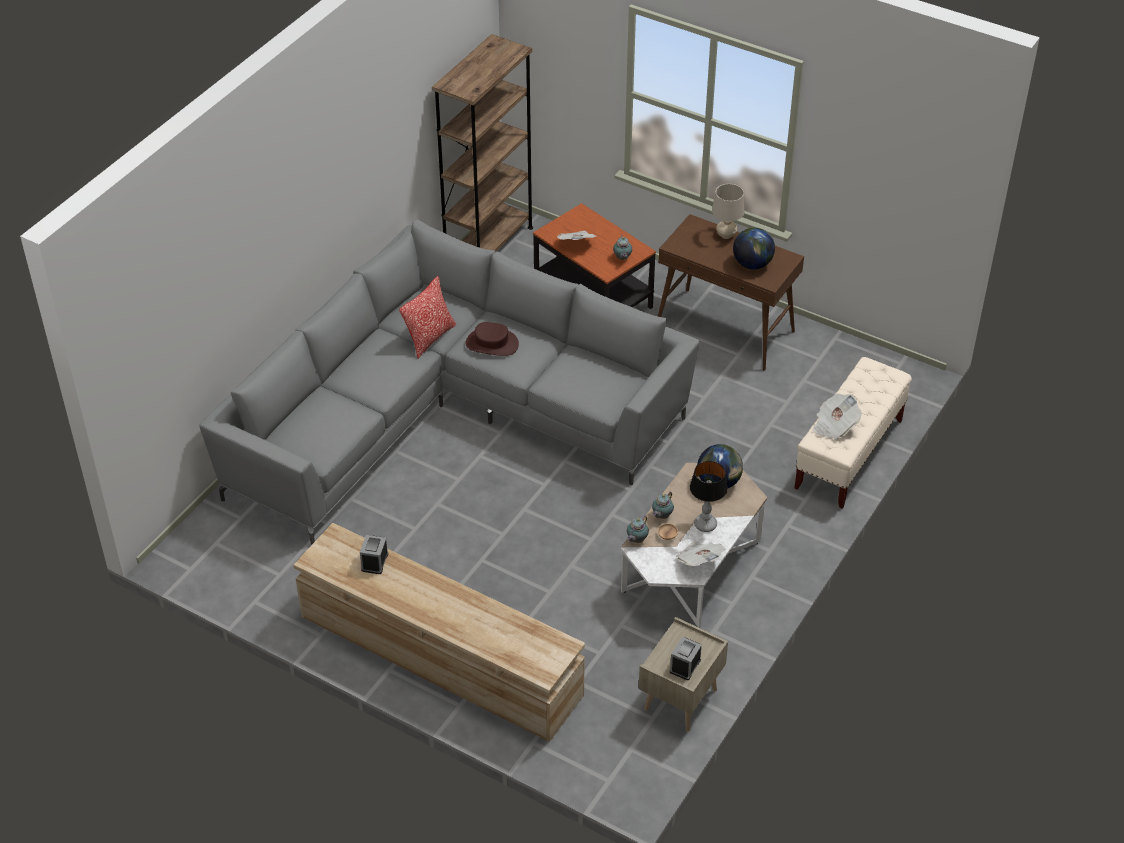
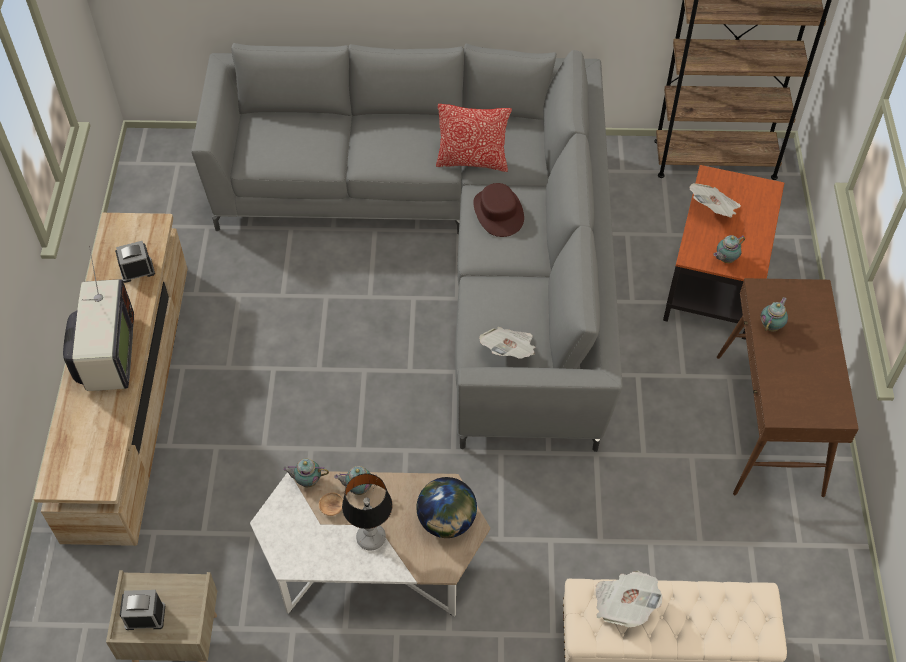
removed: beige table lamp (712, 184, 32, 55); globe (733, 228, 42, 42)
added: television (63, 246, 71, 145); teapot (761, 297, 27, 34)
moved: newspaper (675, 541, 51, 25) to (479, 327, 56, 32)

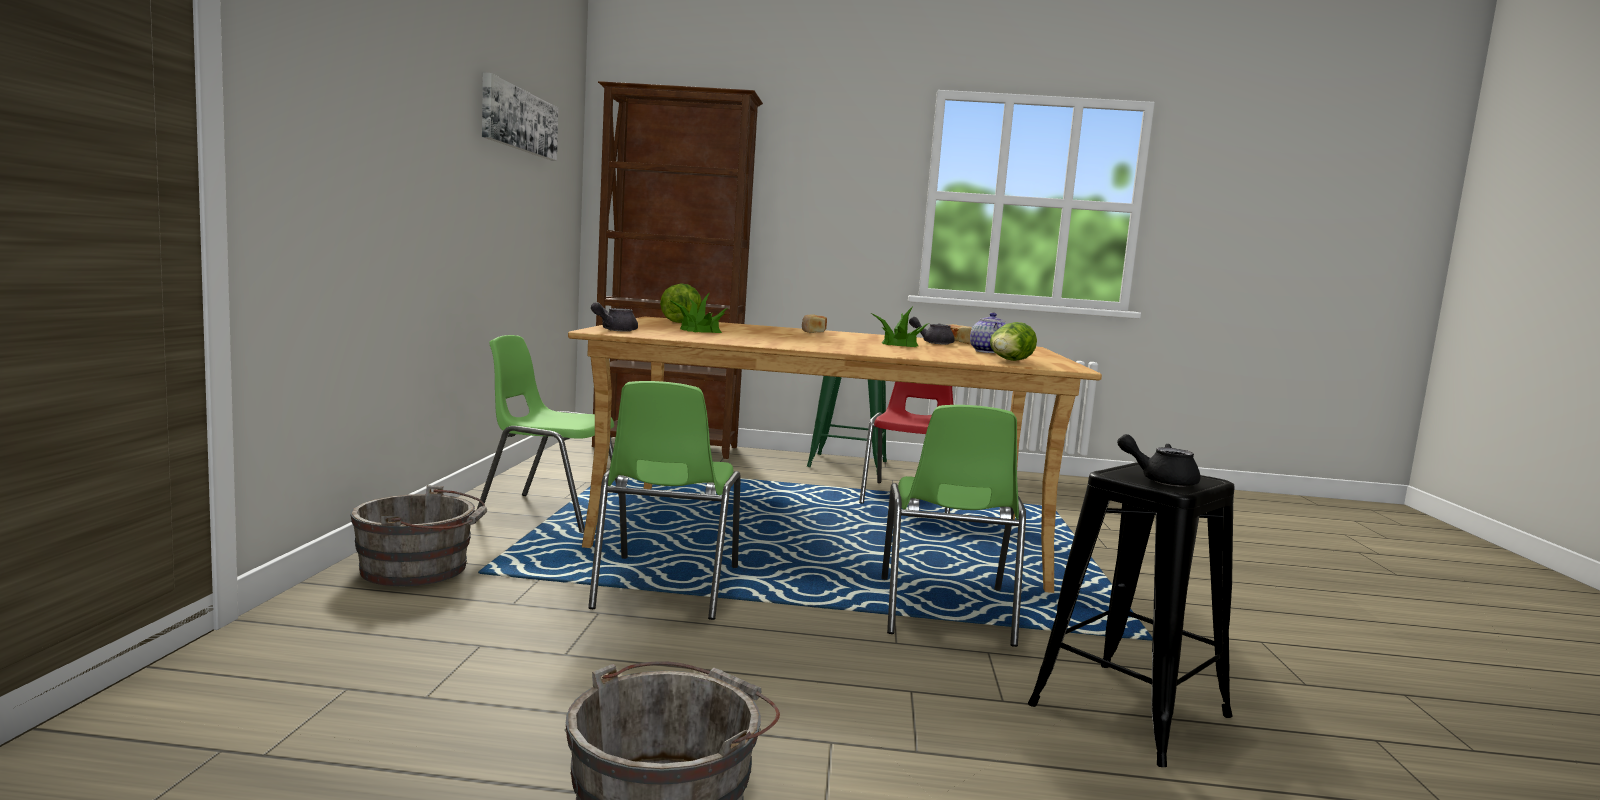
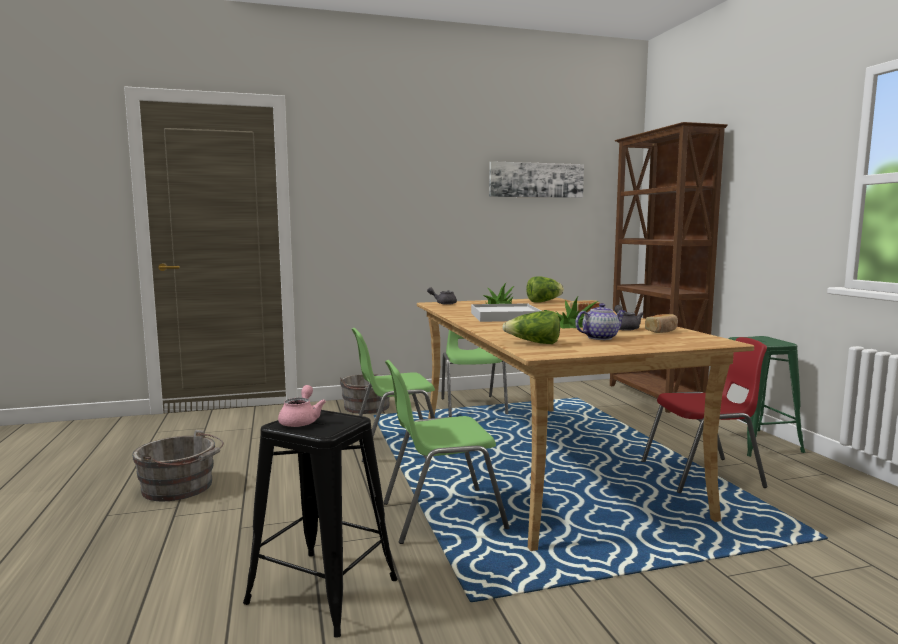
added: white tray (471, 303, 70, 19)
recoloured: black teapot (1117, 434, 83, 53) to pink teapot (278, 385, 48, 42)

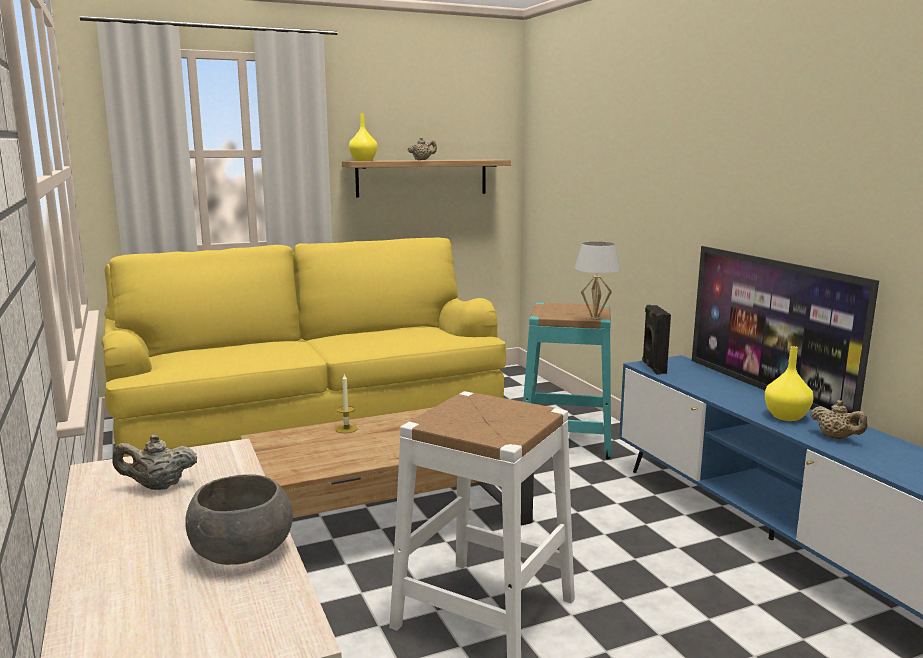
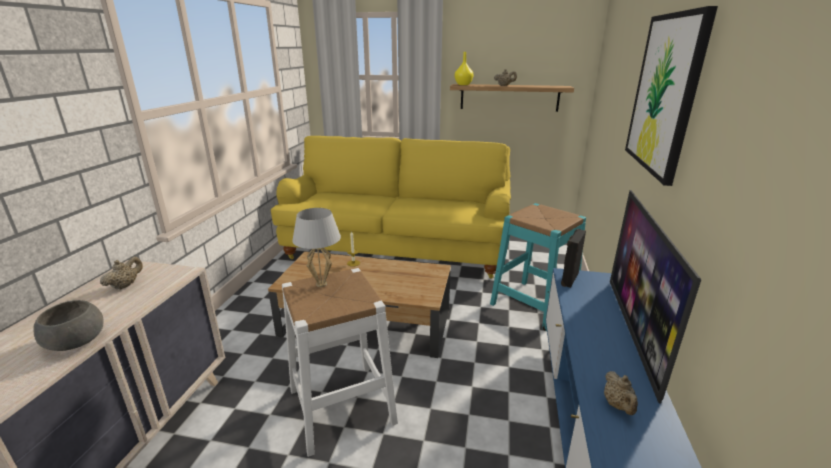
removed: yellow vase (765, 346, 48, 75)
added: picture (625, 6, 93, 180)
moved: white table lamp (574, 242, 46, 78) to (292, 208, 49, 79)
turned: beige teapot (112, 435, 85, 55) = (100, 257, 43, 33) 90 degrees clockwise

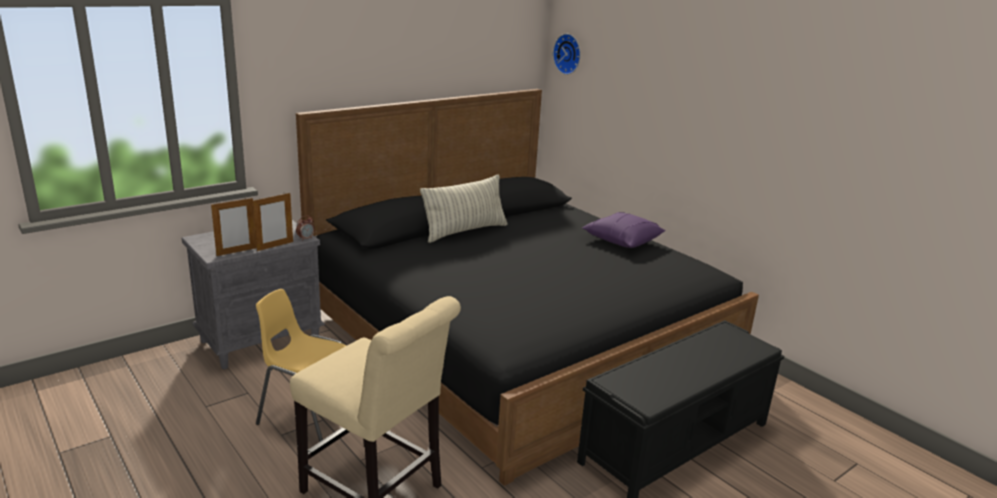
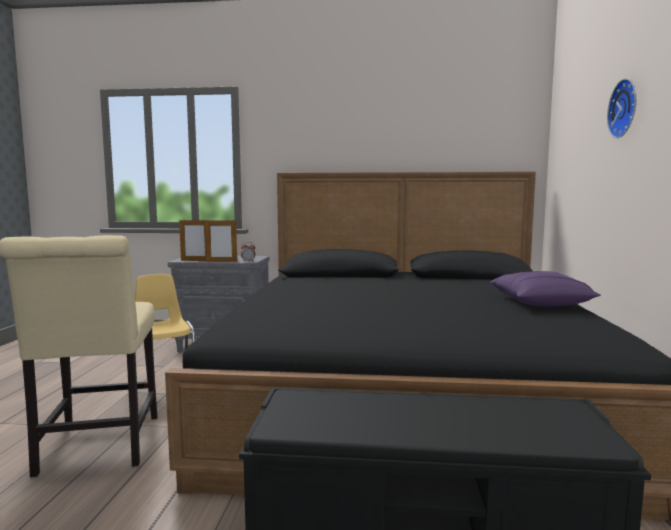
removed: pillow (420, 174, 88, 69)
moved: wall clock (553, 34, 28, 41) to (607, 78, 29, 60)

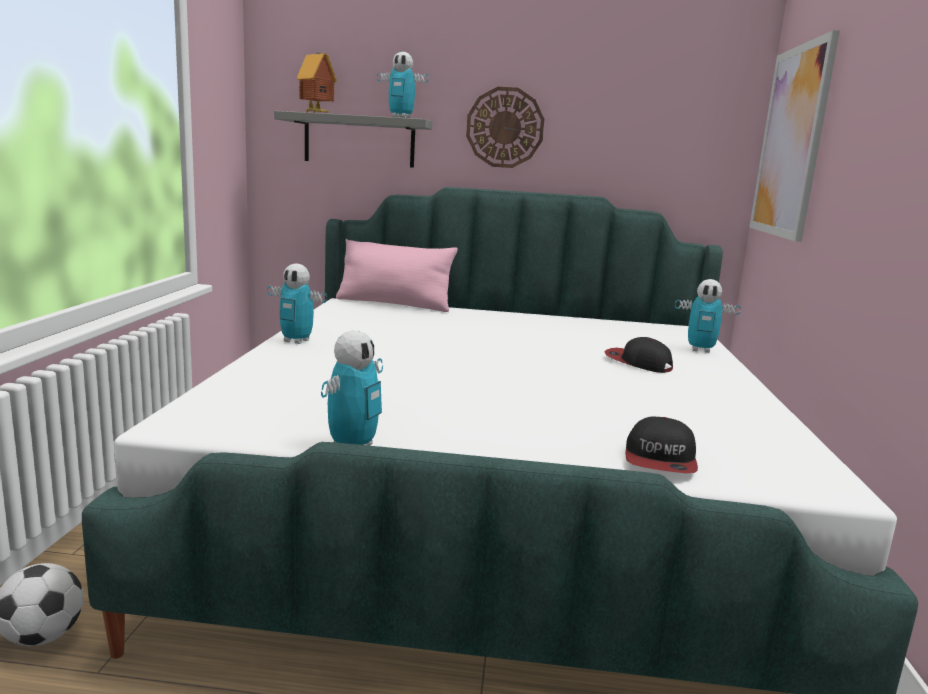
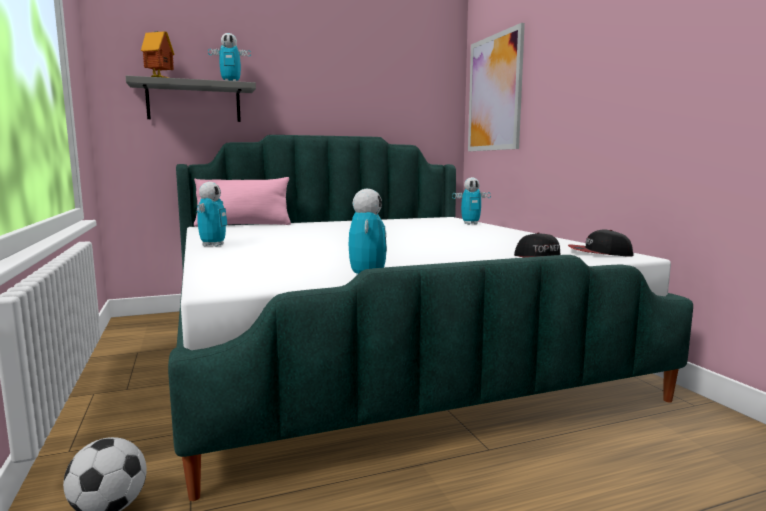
removed: wall clock (466, 87, 78, 81)
moved: cap (605, 337, 68, 36) to (568, 230, 66, 27)
turned: toy robot (267, 263, 60, 81) = (197, 182, 30, 65) 75 degrees counterclockwise

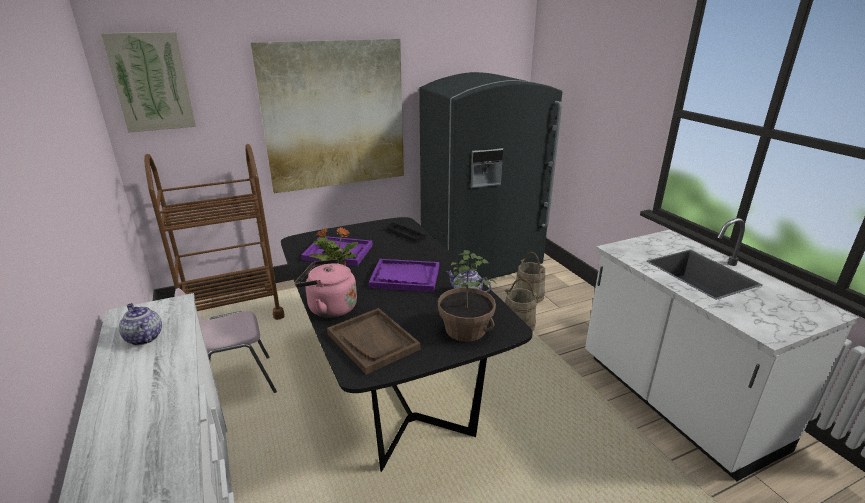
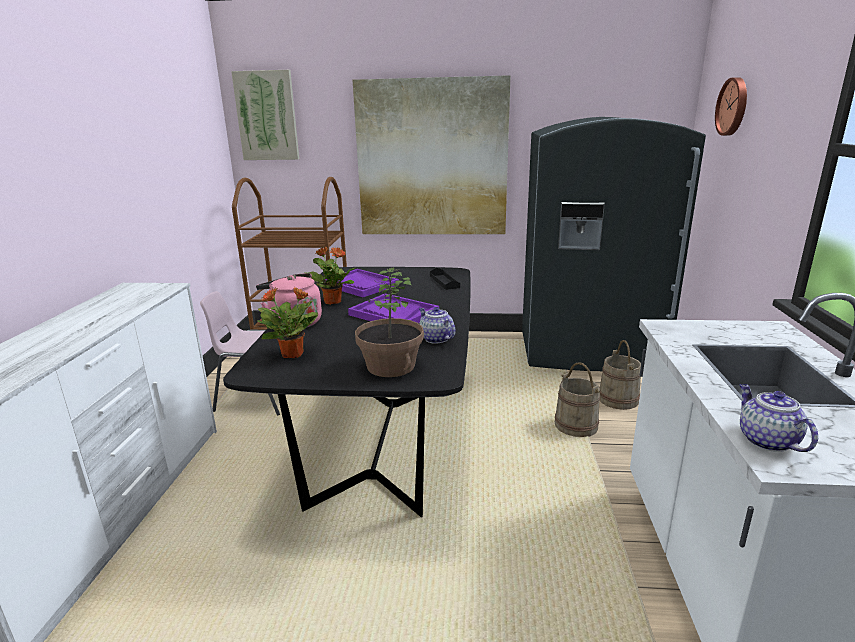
added: wall clock (715, 77, 32, 59)
moved: teapot (119, 303, 43, 43) to (739, 384, 79, 68)
replaced: brown tray (327, 308, 94, 67) to potted plant (257, 287, 61, 71)

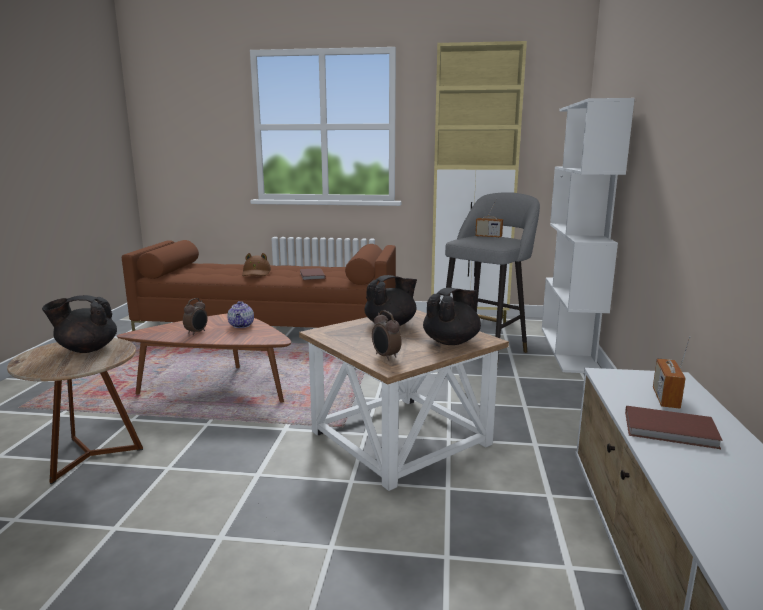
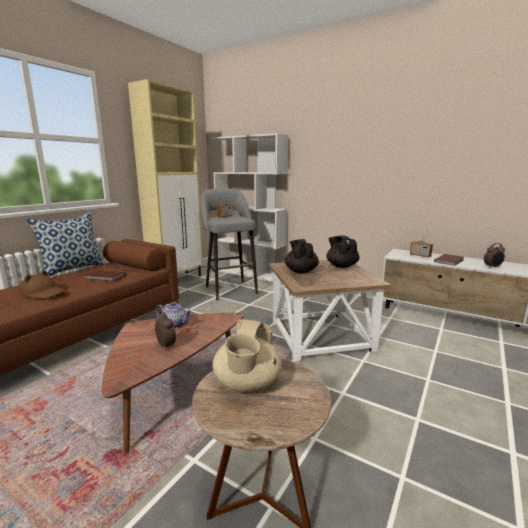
added: pillow (26, 212, 80, 65)
moved: alarm clock (372, 310, 30, 51) to (484, 243, 21, 25)
recoloured: black teapot (42, 295, 75, 58) to beige teapot (213, 319, 69, 73)

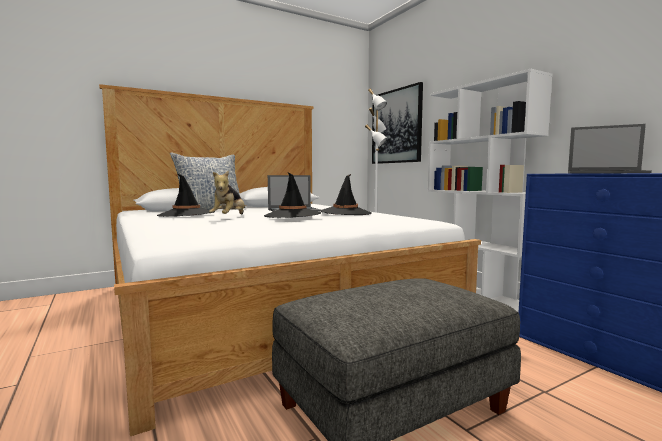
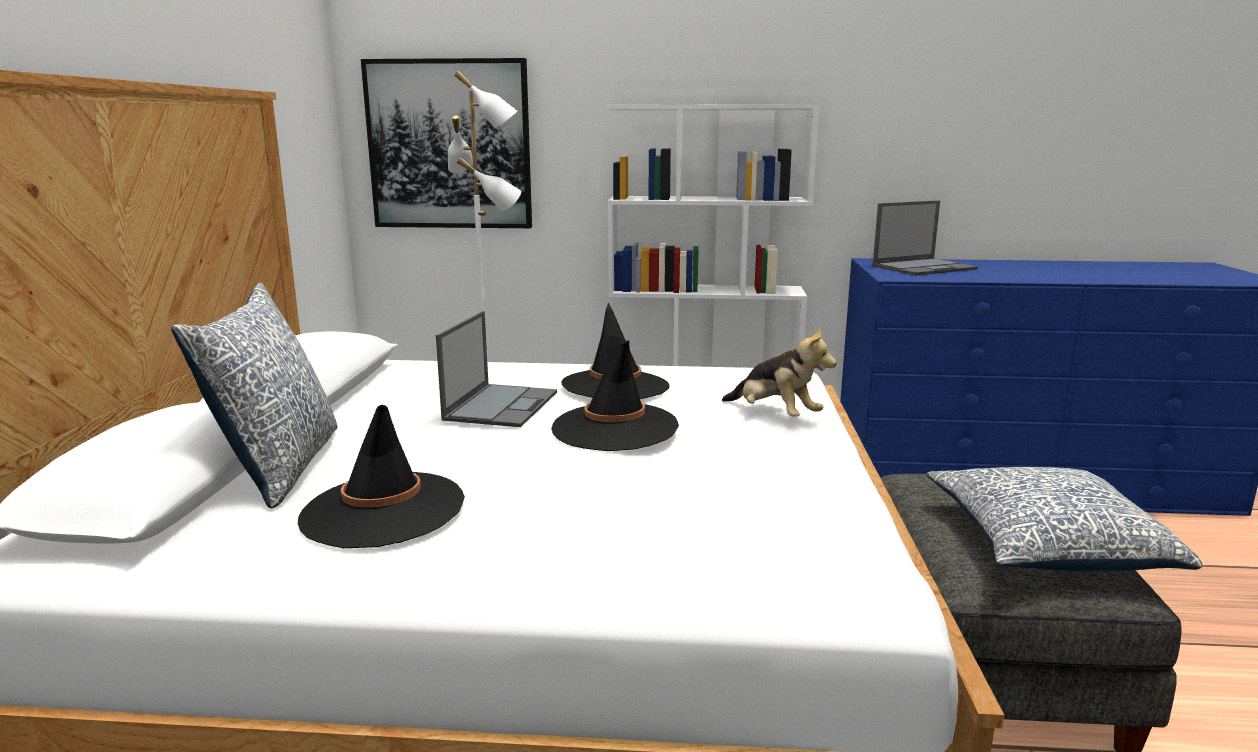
added: pillow (927, 467, 275, 104)
moved: plush toy (209, 171, 36, 44) to (722, 327, 115, 90)

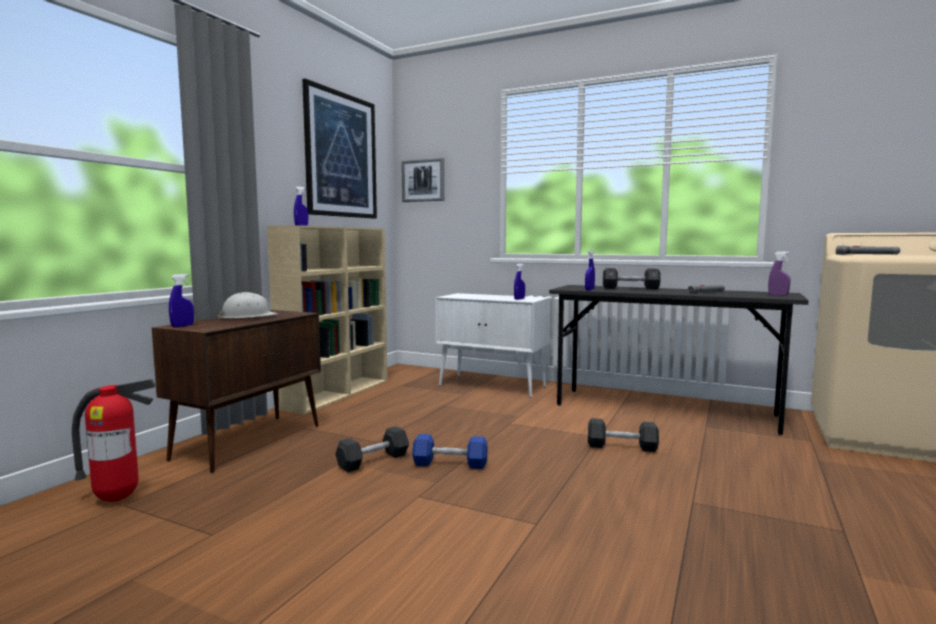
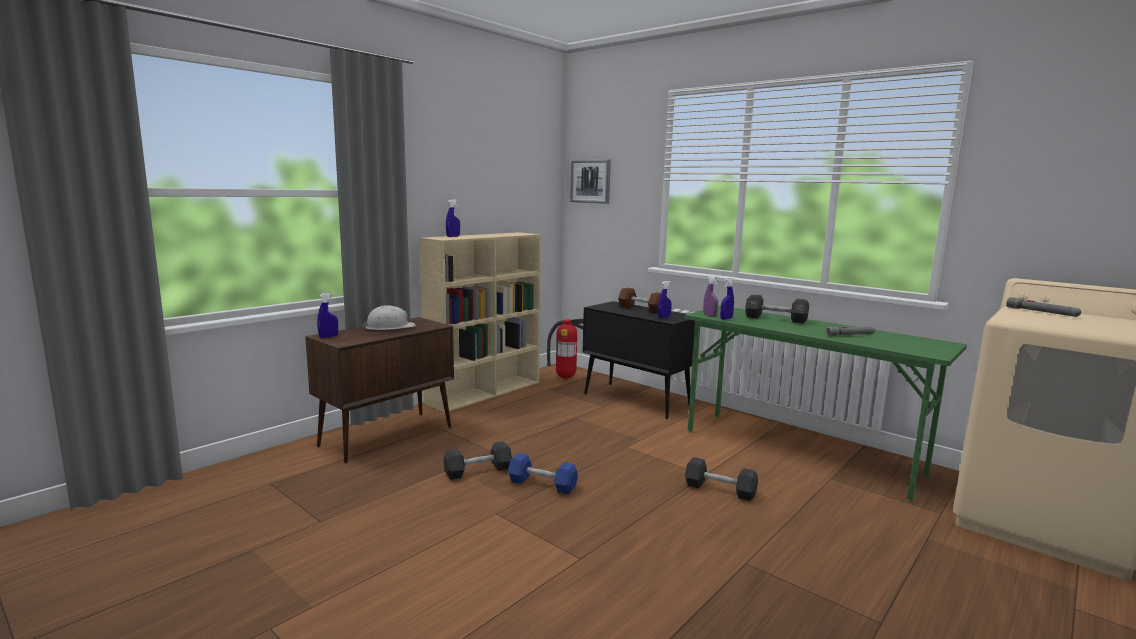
removed: picture (302, 79, 75, 140)
added: brown dumbbell (618, 288, 43, 25)
moved: fire extinguisher (72, 379, 85, 123) to (547, 319, 36, 60); purple spray bottle (768, 252, 23, 44) to (703, 275, 15, 42)
recoloured: white cabinet (435, 293, 115, 105) to black cabinet (582, 301, 113, 118); grey desk (549, 285, 260, 150) to green desk (685, 306, 282, 196)

